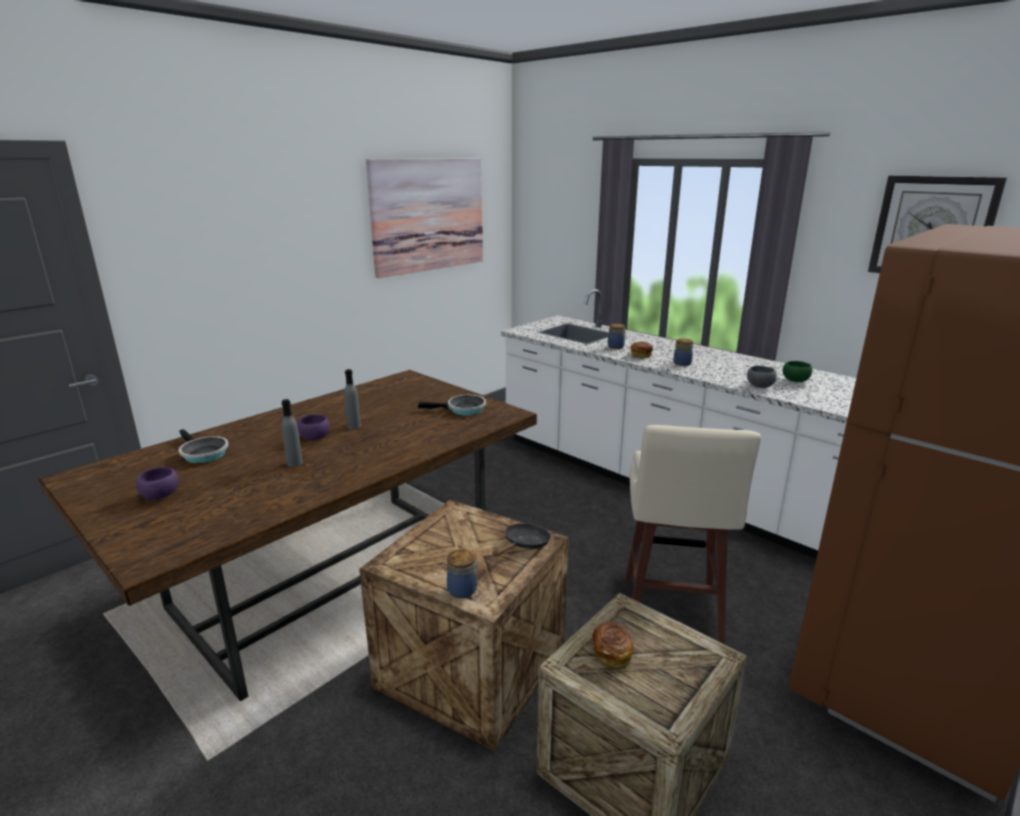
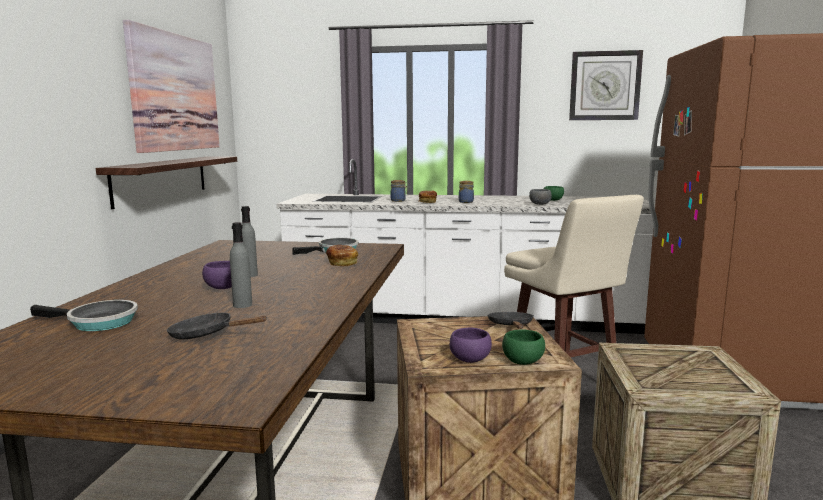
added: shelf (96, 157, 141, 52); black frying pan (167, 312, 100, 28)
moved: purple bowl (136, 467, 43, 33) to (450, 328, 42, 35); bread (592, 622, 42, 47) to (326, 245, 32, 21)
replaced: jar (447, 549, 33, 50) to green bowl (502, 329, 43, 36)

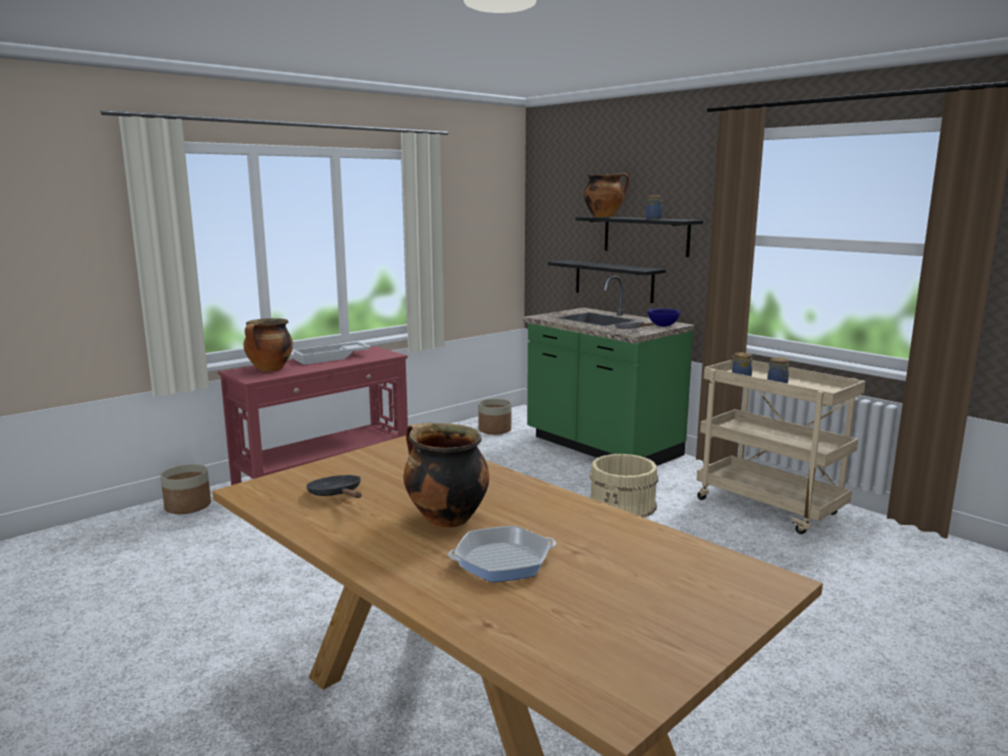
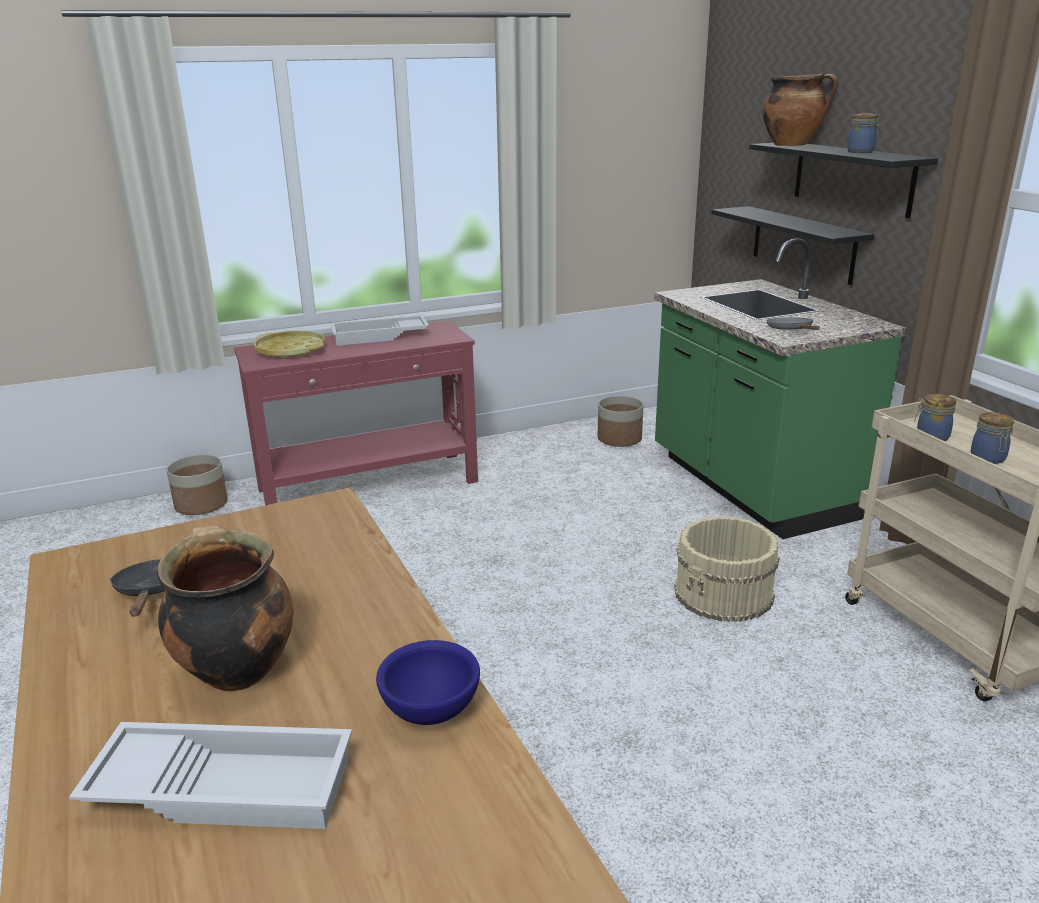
moved: blue bowl (648, 309, 32, 18) to (376, 640, 104, 85)
replaced: cooking pot (244, 318, 49, 54) to yellow tray (254, 331, 71, 28); frying pan (448, 526, 108, 56) to white tray (69, 722, 283, 107)

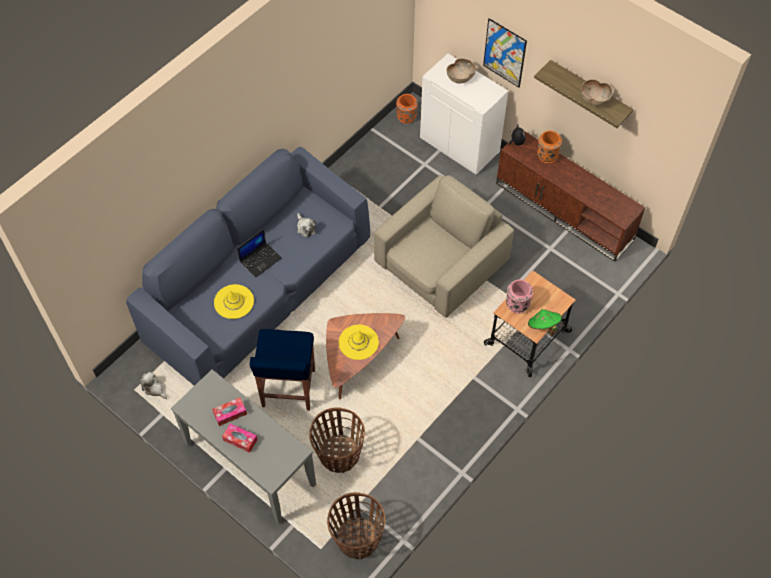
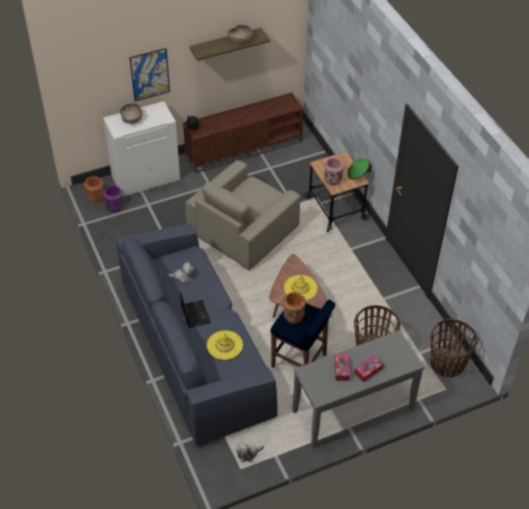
added: purple vase (103, 185, 20, 28)
moved: orange vase (537, 130, 25, 33) to (283, 292, 23, 31)
turned: beige armchair (374, 175, 140, 143) = (185, 160, 115, 110) 120 degrees counterclockwise

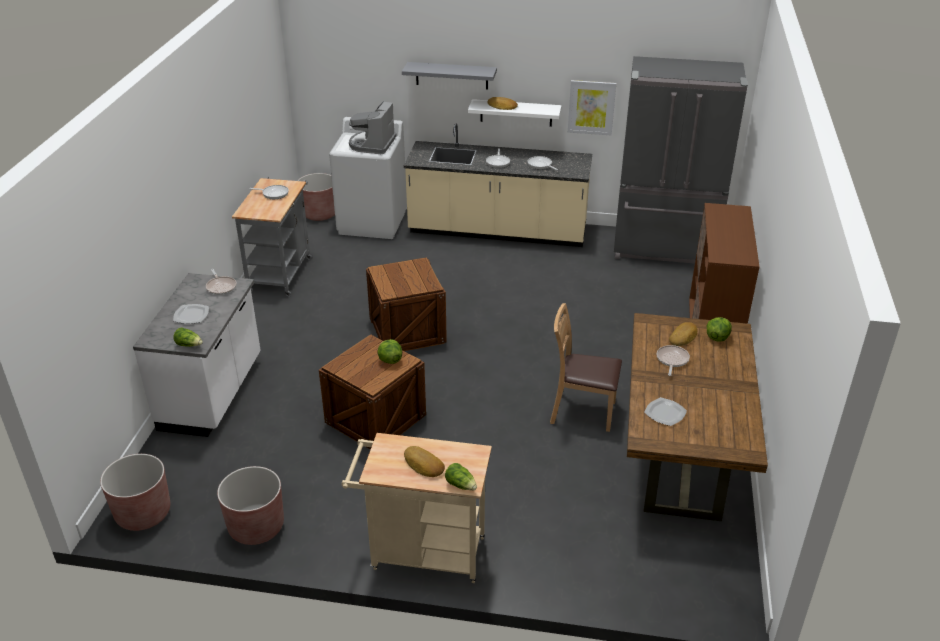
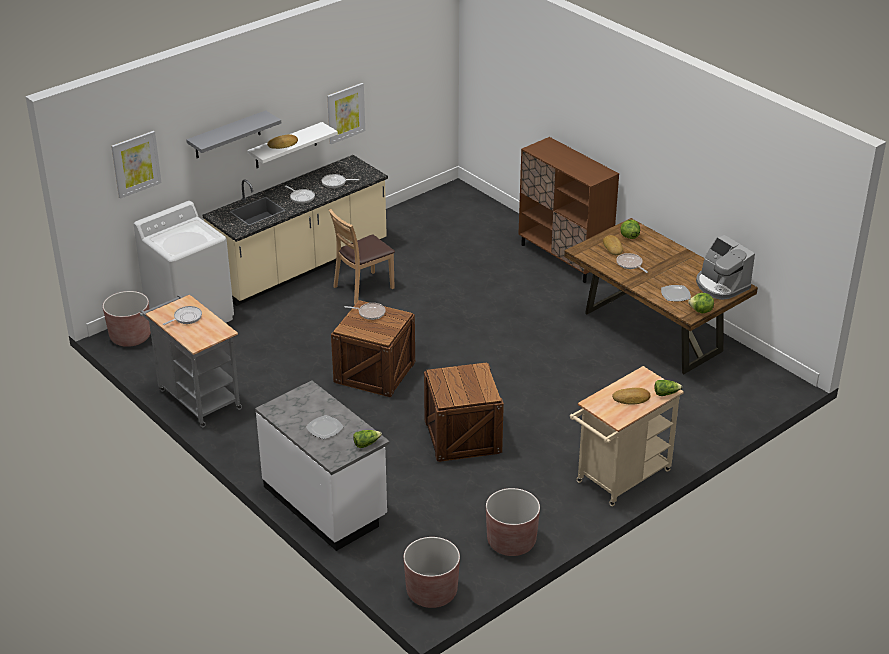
removed: grey fridge (614, 56, 134, 208)
added: picture (111, 131, 50, 68)
moved: frying pan (206, 269, 31, 26) to (345, 303, 41, 17); coffee machine (349, 101, 48, 53) to (696, 235, 59, 65); lettuce (378, 339, 24, 25) to (688, 293, 26, 21); brown chair (550, 303, 72, 129) to (329, 209, 66, 96)

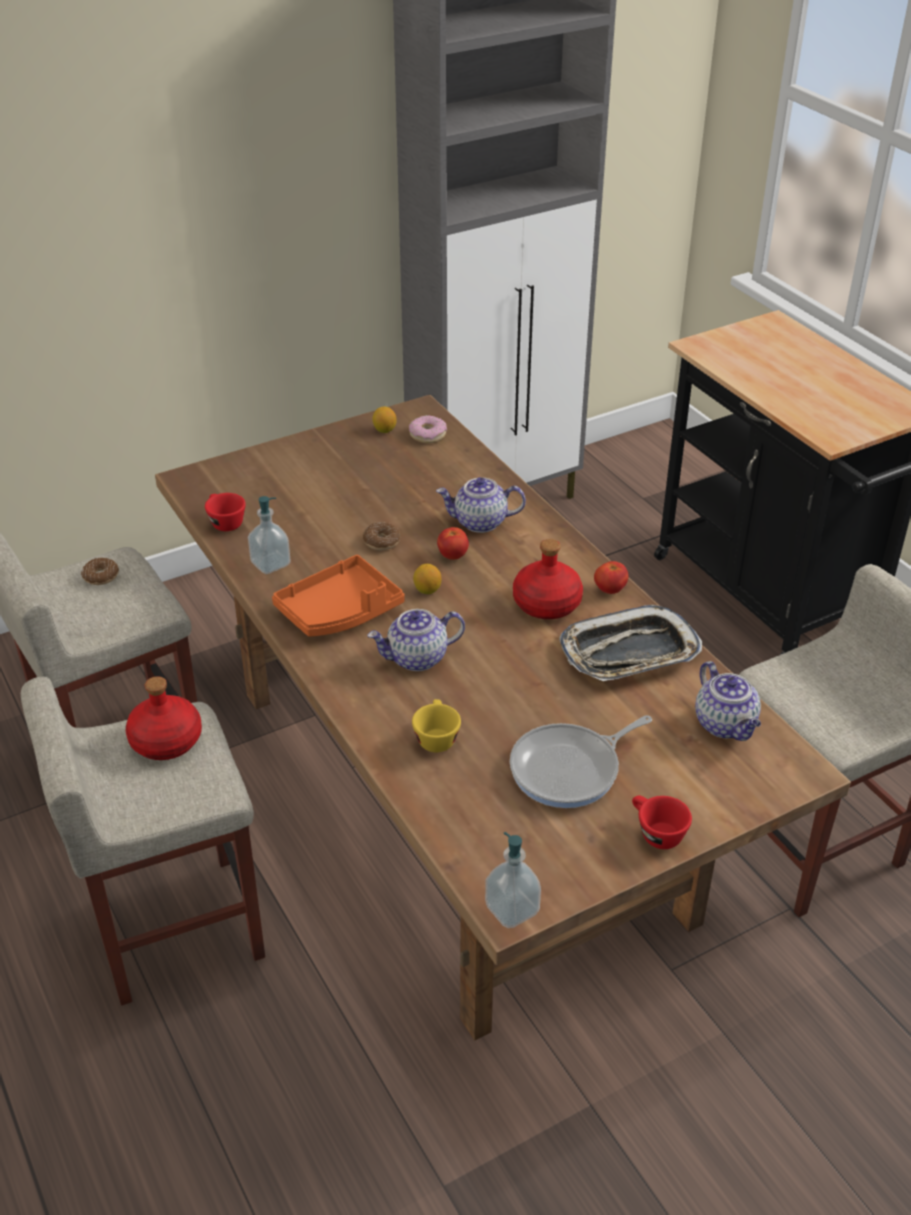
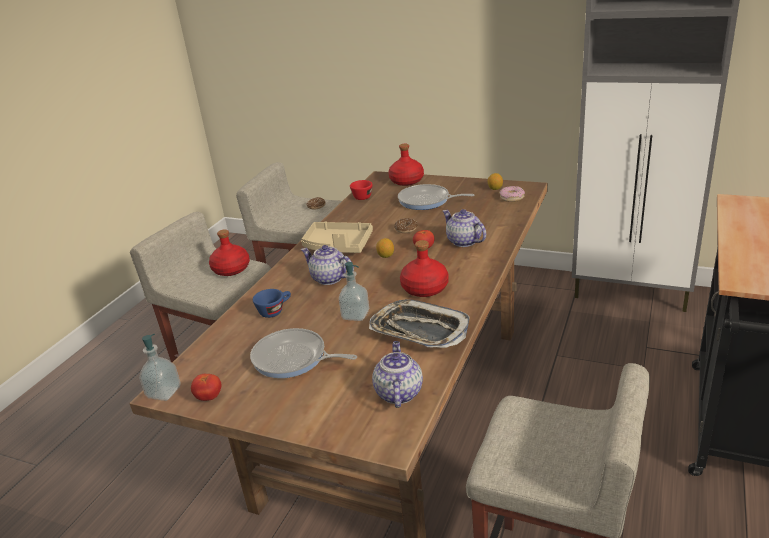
removed: red cup (632, 795, 60, 54)
added: red bottle (388, 144, 36, 42); frying pan (398, 184, 76, 26)
moved: soap dispenser (248, 496, 43, 78) to (339, 262, 30, 59); tomato (594, 561, 34, 33) to (191, 374, 30, 27)
recoloured: orange tray (272, 555, 133, 82) to beige tray (301, 222, 72, 31); yellow cup (412, 699, 49, 53) to blue cup (253, 289, 38, 29)
turned: teapot (695, 661, 66, 80) = (372, 341, 51, 67) 150 degrees clockwise

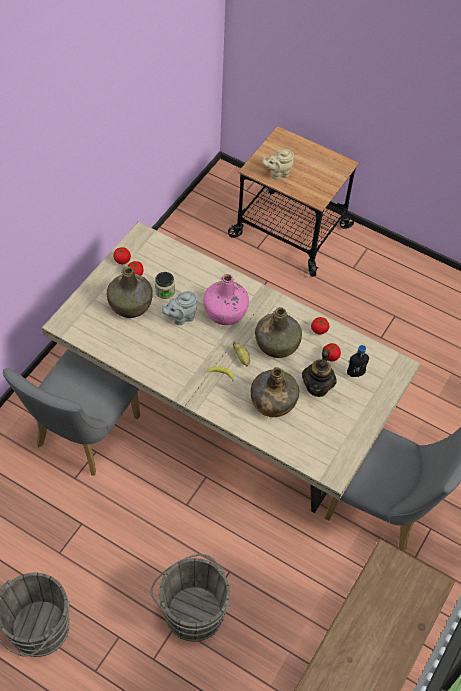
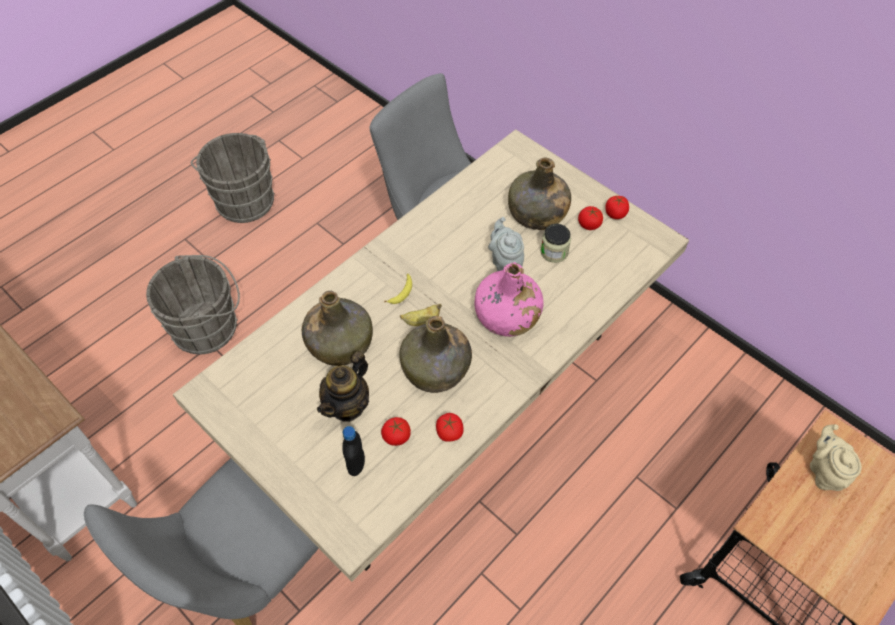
turned: teapot (302, 349, 35, 48) = (317, 351, 52, 71) 90 degrees counterclockwise

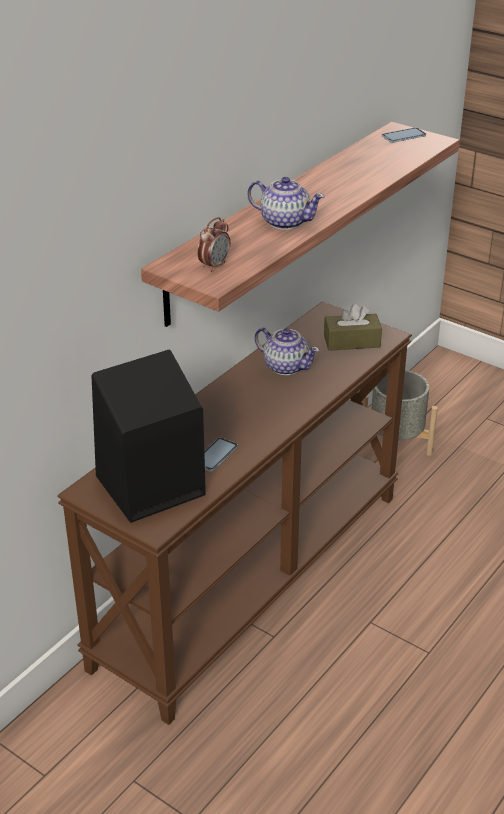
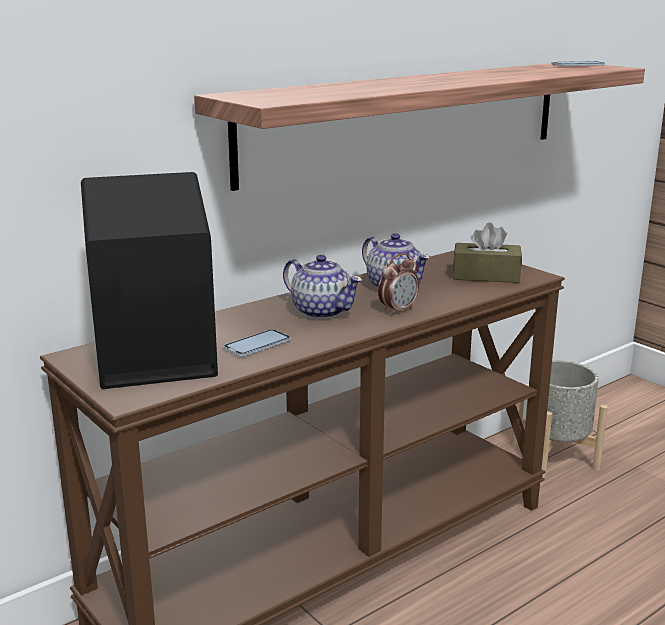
moved: alarm clock (197, 217, 33, 55) to (378, 253, 41, 62); teapot (247, 177, 78, 53) to (283, 255, 80, 64)

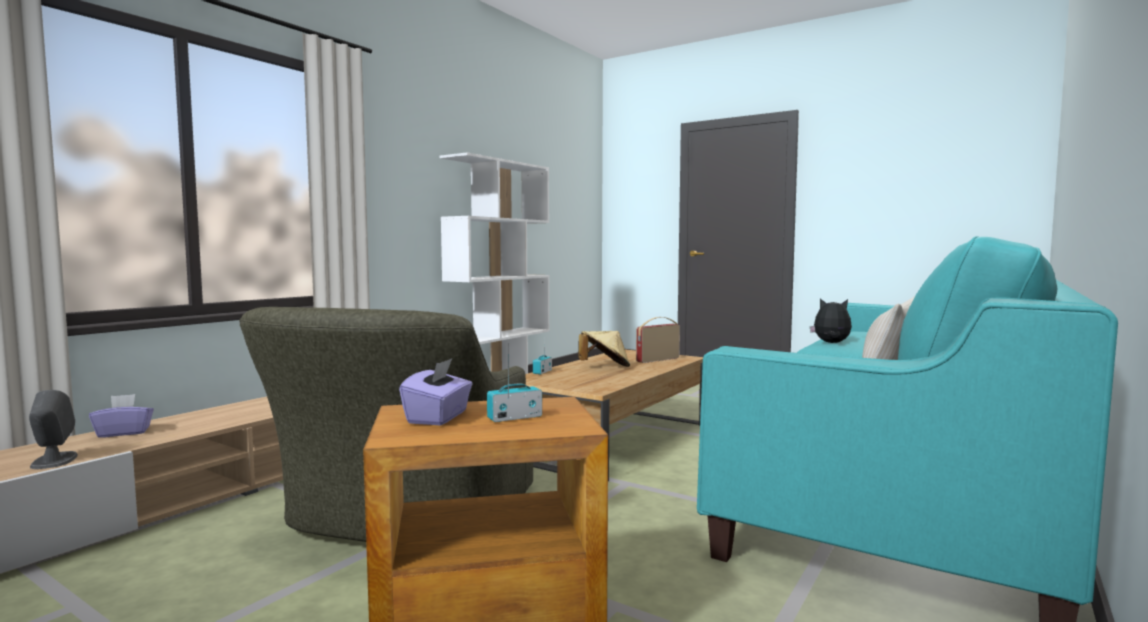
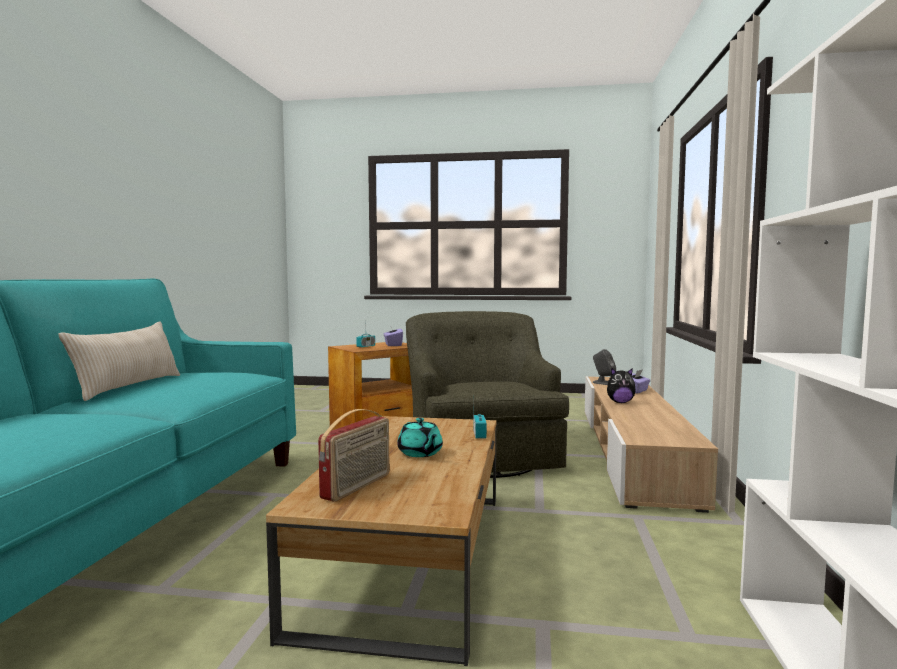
moved: plush toy (810, 298, 42, 45) to (607, 368, 29, 35)
replaced: beige hat (578, 331, 52, 36) to turquoise teapot (397, 418, 46, 39)

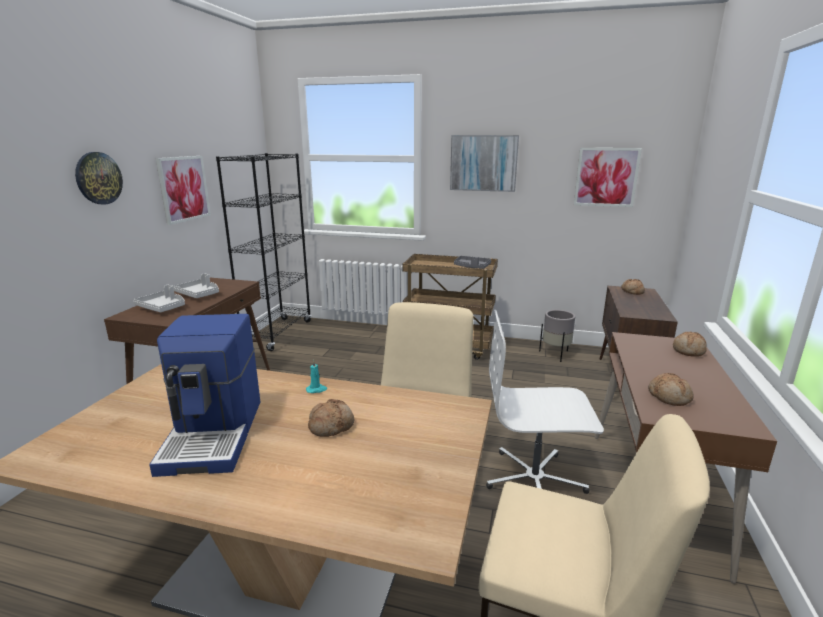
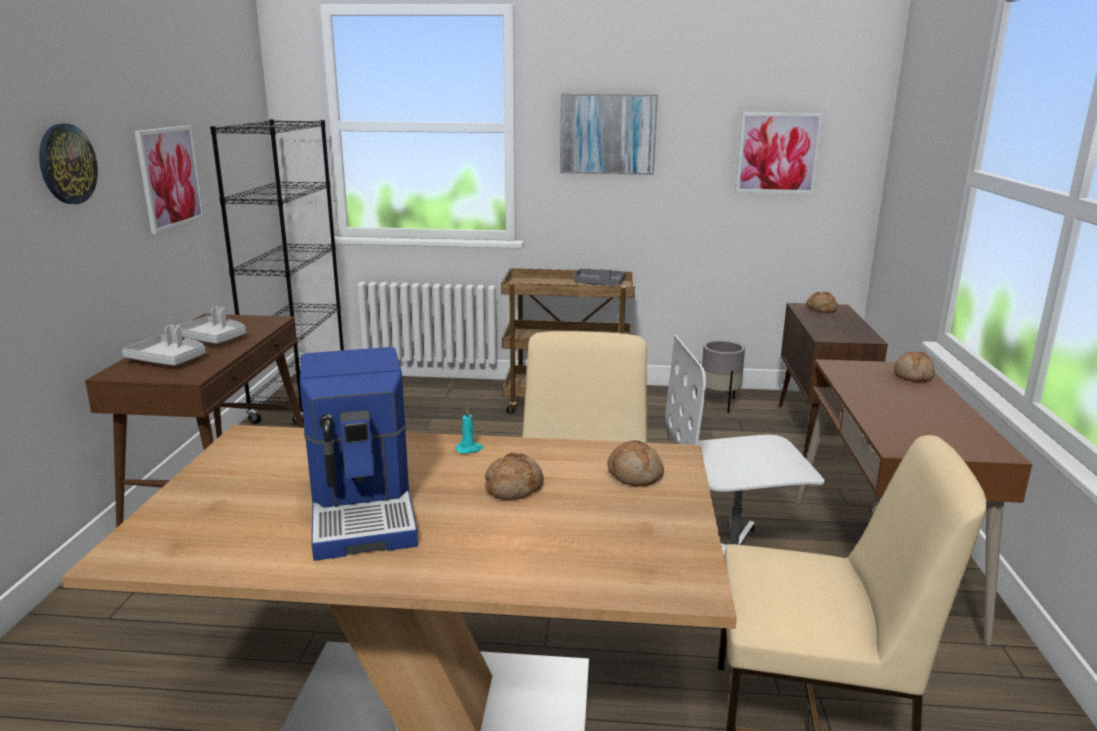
moved: bread (648, 373, 46, 33) to (608, 440, 56, 46)

